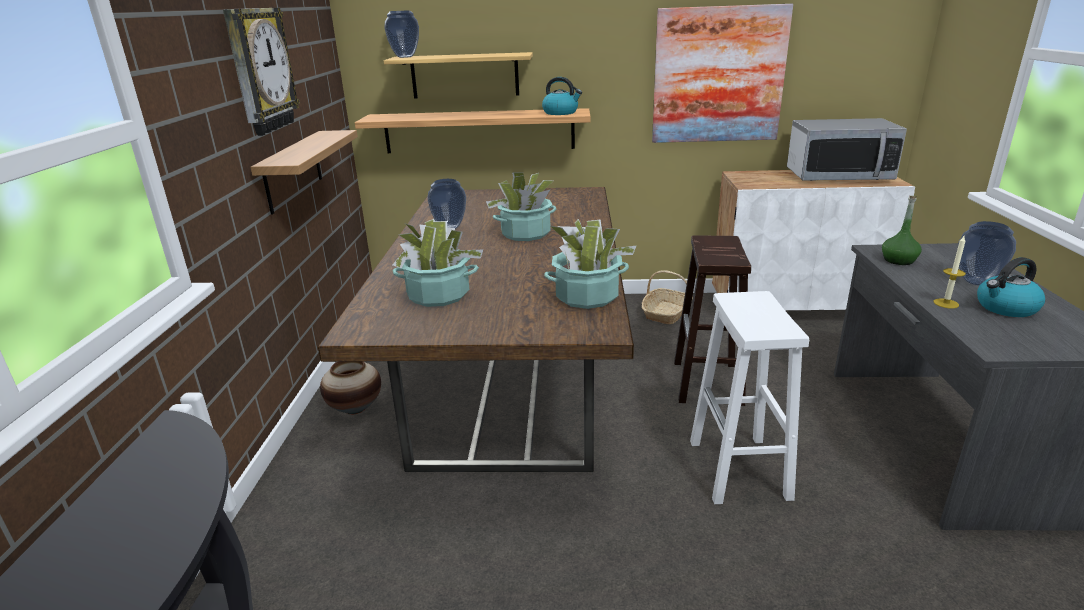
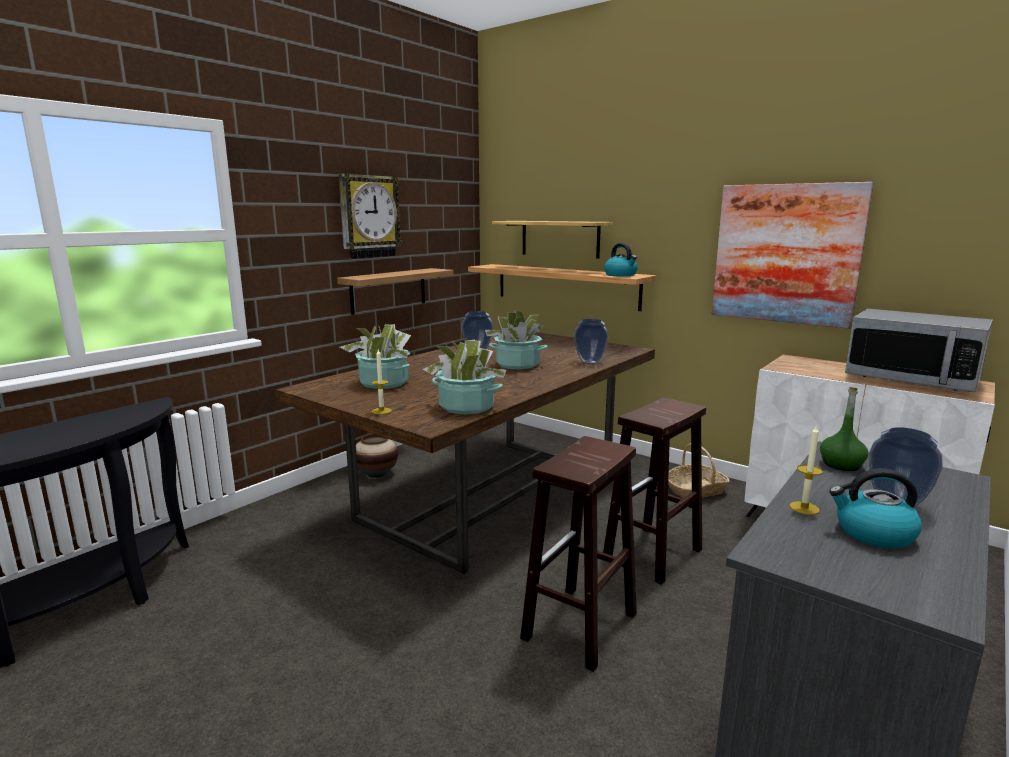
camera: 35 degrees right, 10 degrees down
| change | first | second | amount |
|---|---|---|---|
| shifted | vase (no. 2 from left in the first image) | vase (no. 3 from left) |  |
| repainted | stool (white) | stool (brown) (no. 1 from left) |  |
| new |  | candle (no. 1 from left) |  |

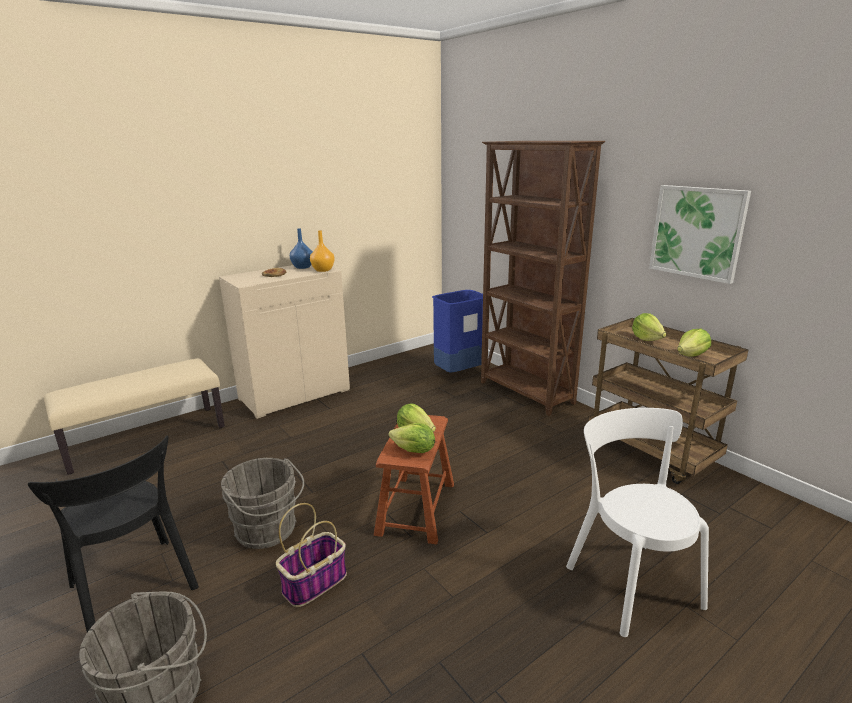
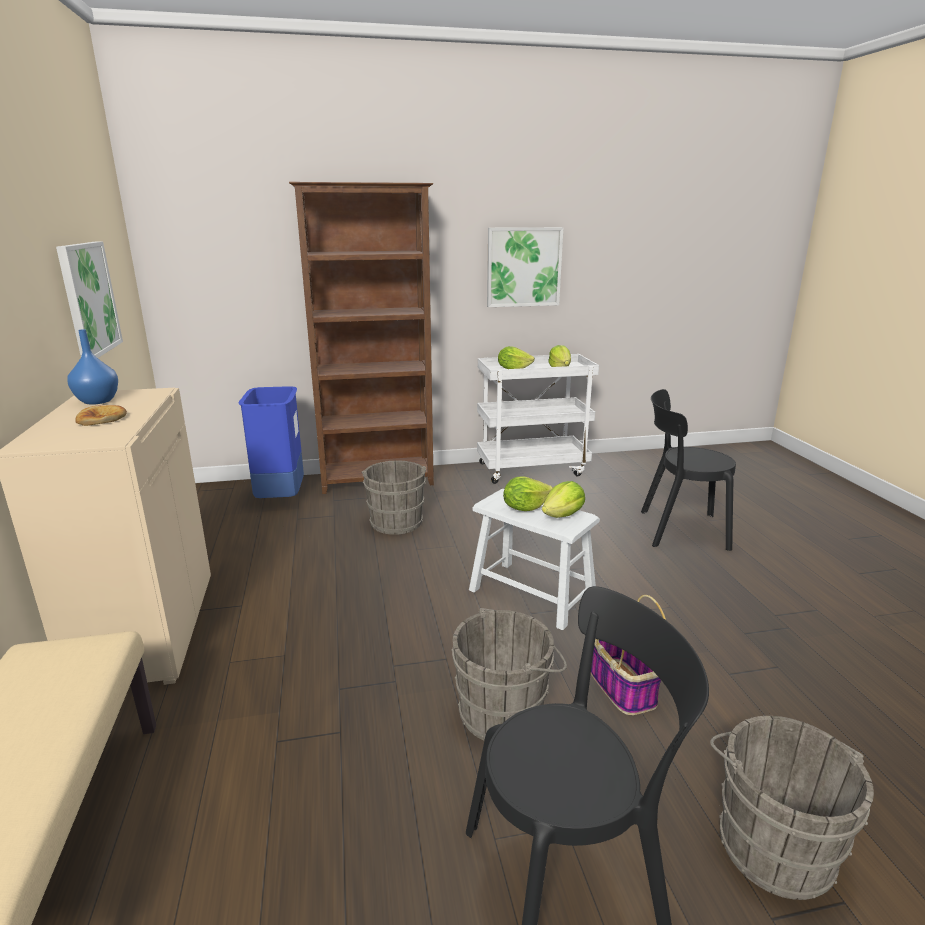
camera: 65 degrees left, 0 degrees up
| change | first | second | amount |
|---|---|---|---|
| gone | vase (orange) |  |  |
| repainted | cart (brown) | cart (white) |  |
| repainted | chair (white) | chair (black) (no. 2 from left) |  |
| repainted | stool (brown) | stool (white) |  |
| new |  | picture (no. 1 from left) |  |
| new |  | bucket (grey) (no. 1 from left) |  |

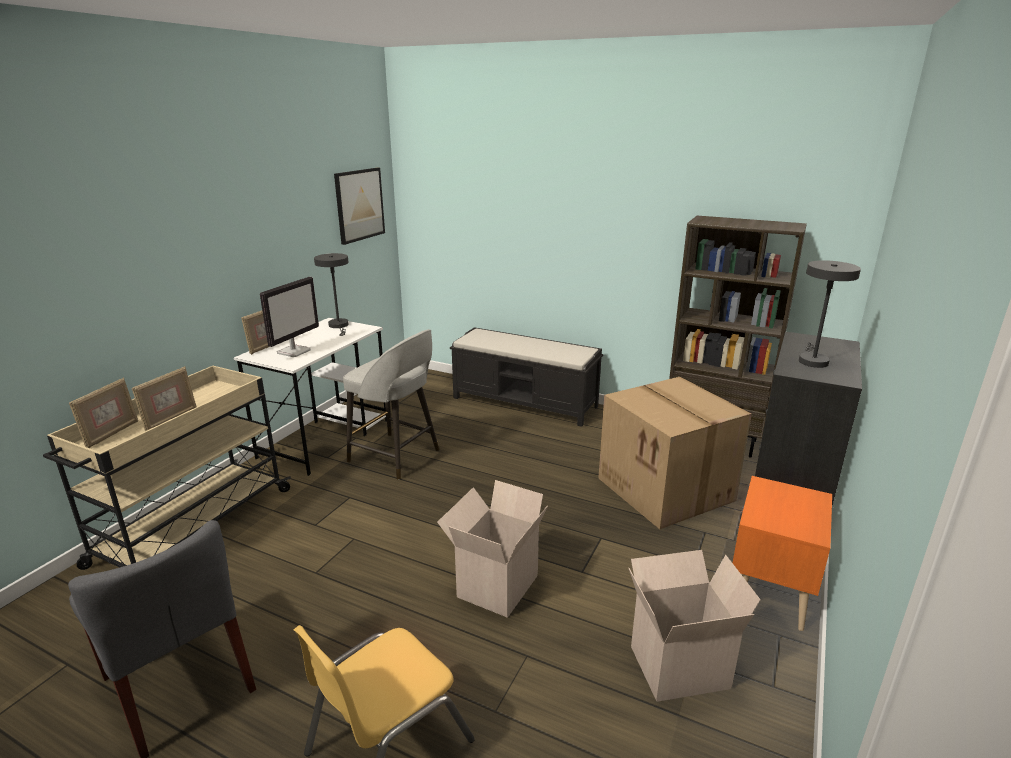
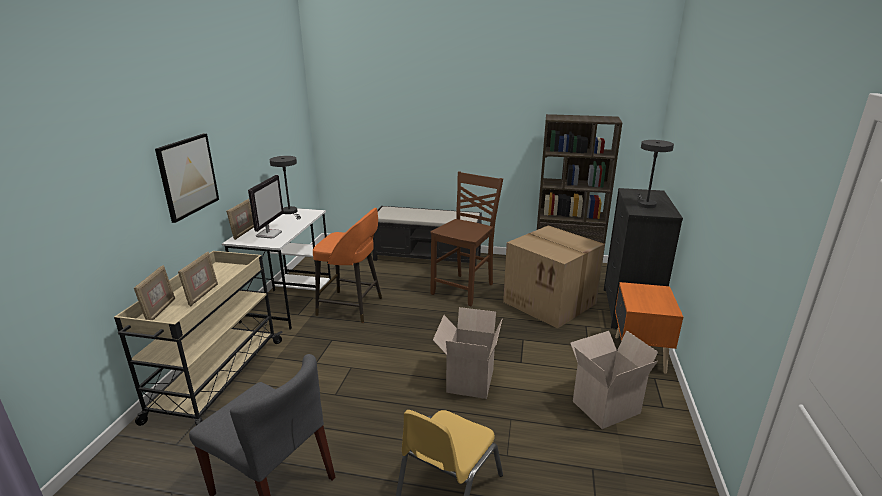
camera: 15 degrees left, 0 degrees up
| change | first | second | amount |
|---|---|---|---|
| shifted | picture |  |  |
| repainted | stool (grey) | stool (orange) |  |
| new |  | chair (brown) |  |

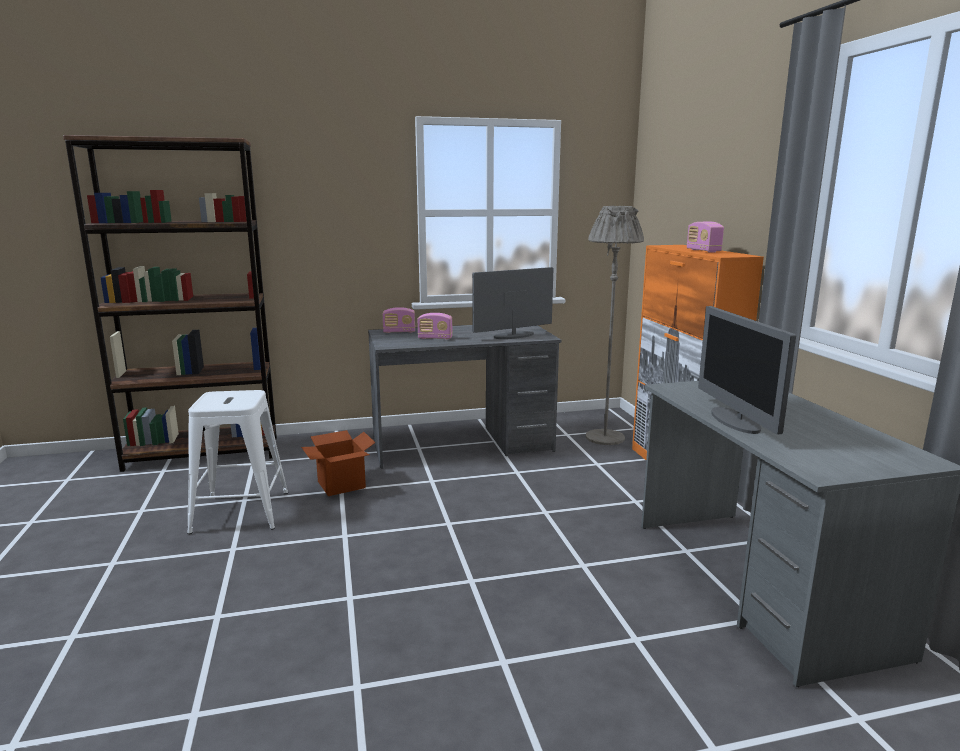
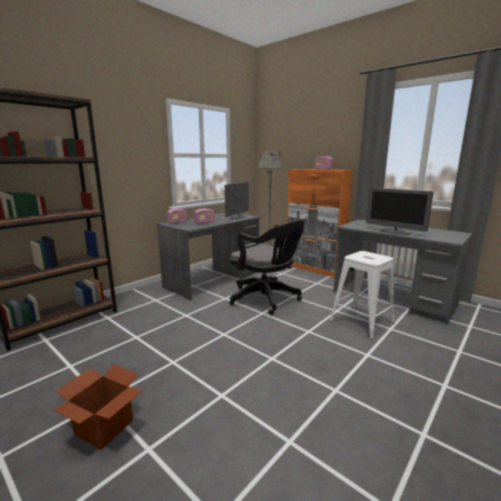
camera: 35 degrees left, 0 degrees up
| change | first | second | amount |
|---|---|---|---|
| shifted | stool (white) |  |  |
| shifted | cardboard box |  |  |
| new |  | office chair (black) |  |

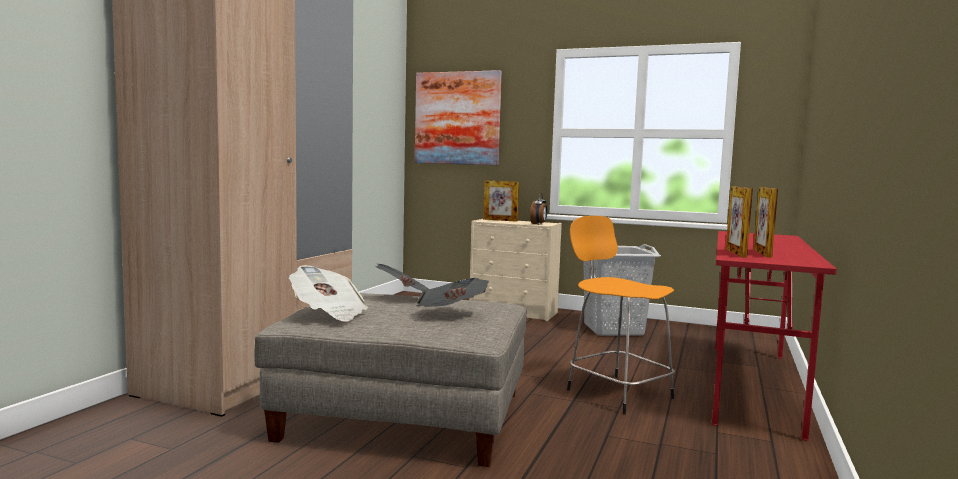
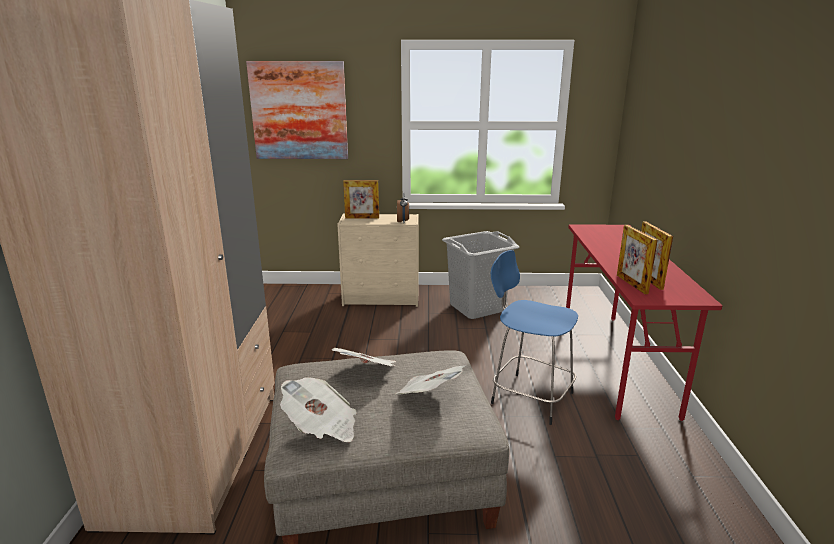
camera: 20 degrees left, 15 degrees up
| change | first | second | amount |
|---|---|---|---|
| repainted | stool (orange) | stool (blue) |  |

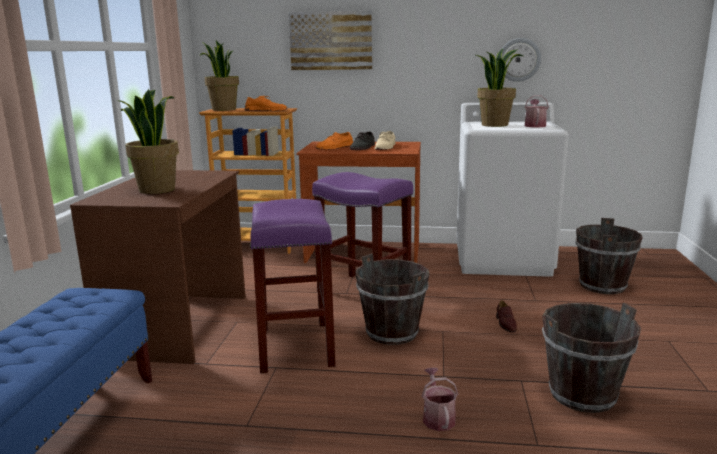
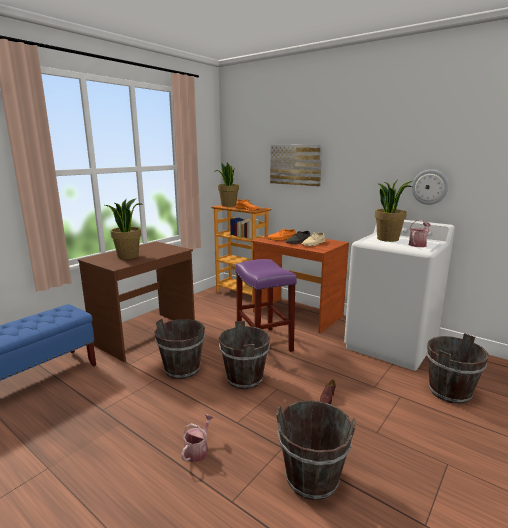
camera: 30 degrees right, 0 degrees up
| change | first | second | amount |
|---|---|---|---|
| swapped | stool (purple) (no. 1 from left) | bucket (brown) (no. 1 from left) |  |

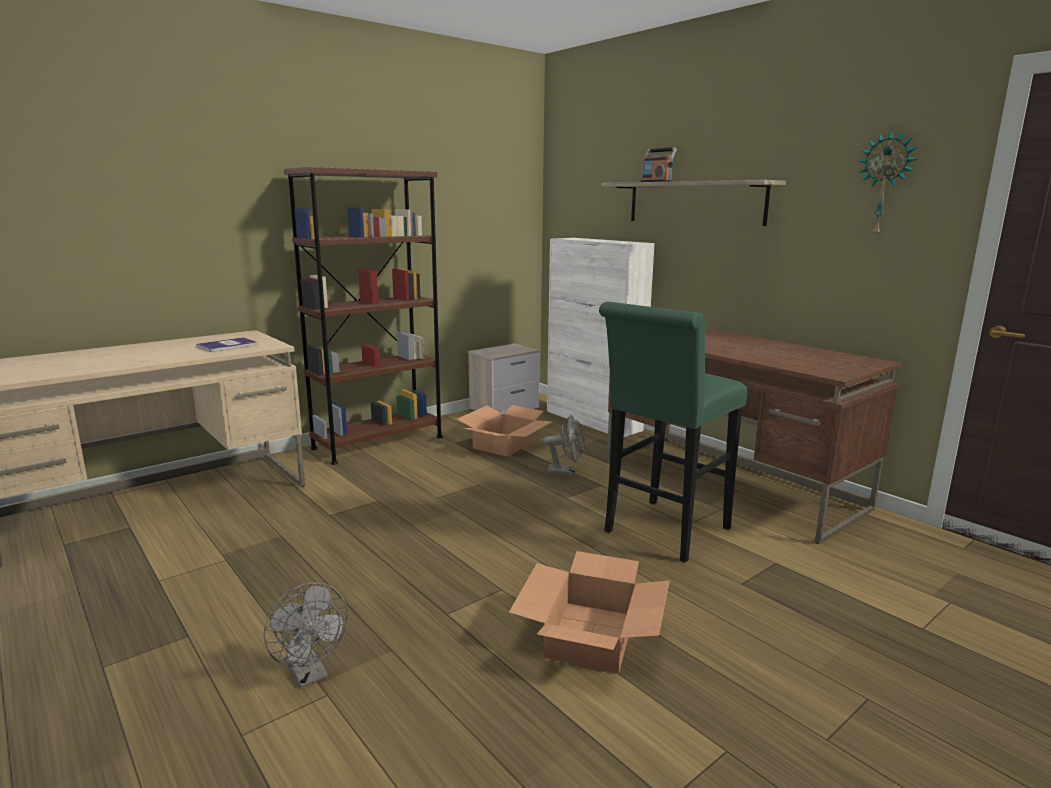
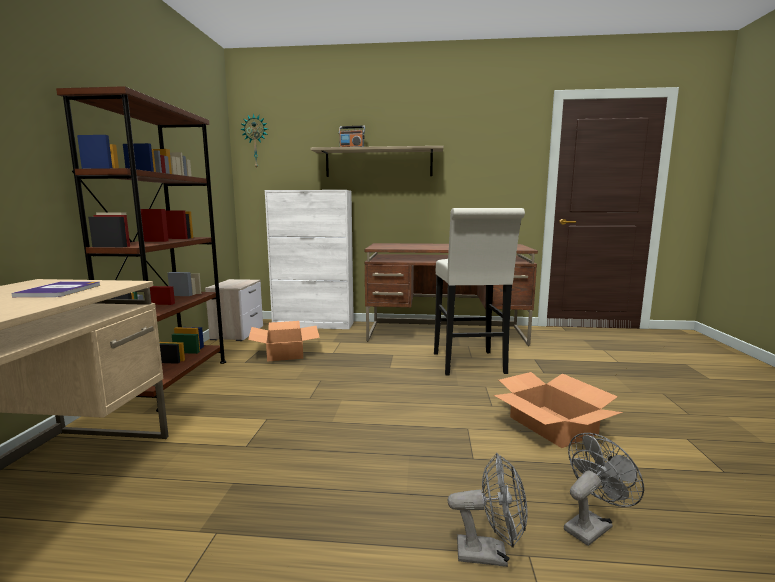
camera: 45 degrees left, 5 degrees down
| change | first | second | amount |
|---|---|---|---|
| shifted | wall clock |  |  |
| repainted | stool (green) | stool (white) |  |
| shifted | fan (grey) (no. 2 from left) |  |  |

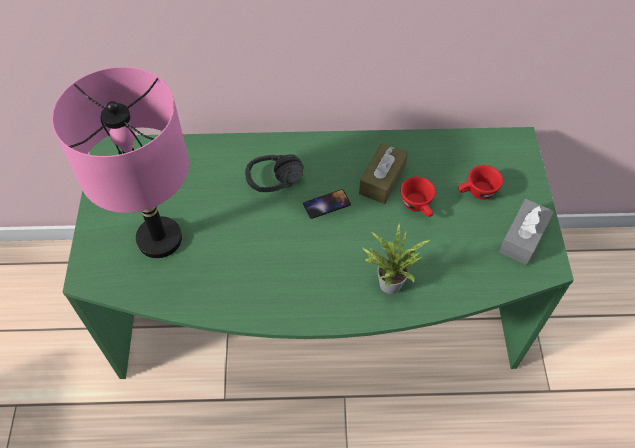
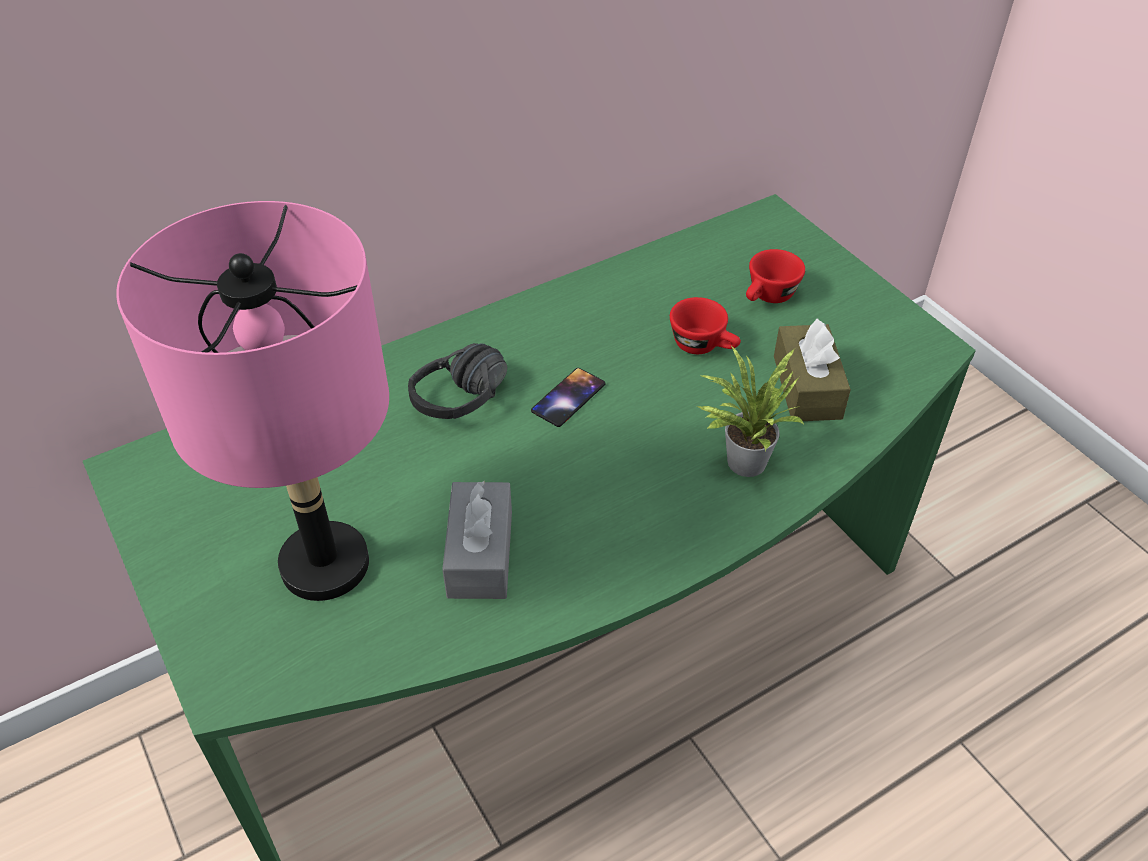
camera: 30 degrees left, 10 degrees down
| change | first | second | amount |
|---|---|---|---|
| shifted | tissue box (brown) |  |  |
| shifted | tissue box (grey) |  |  |

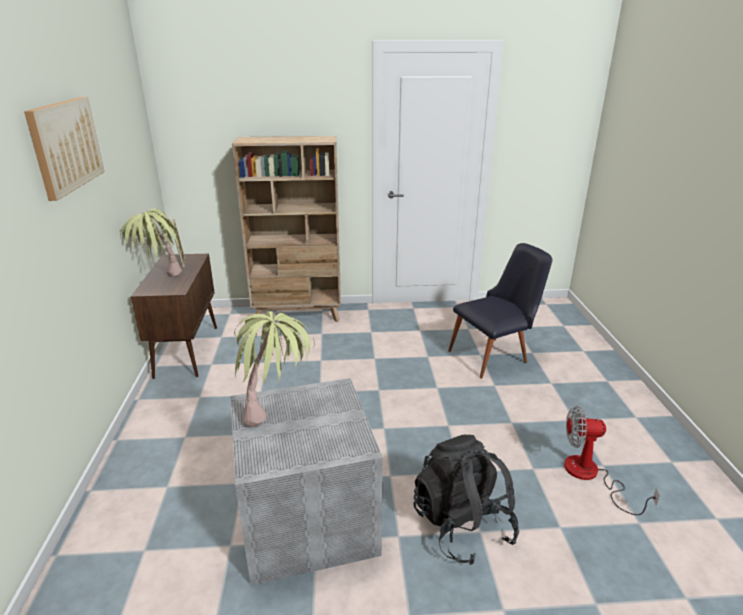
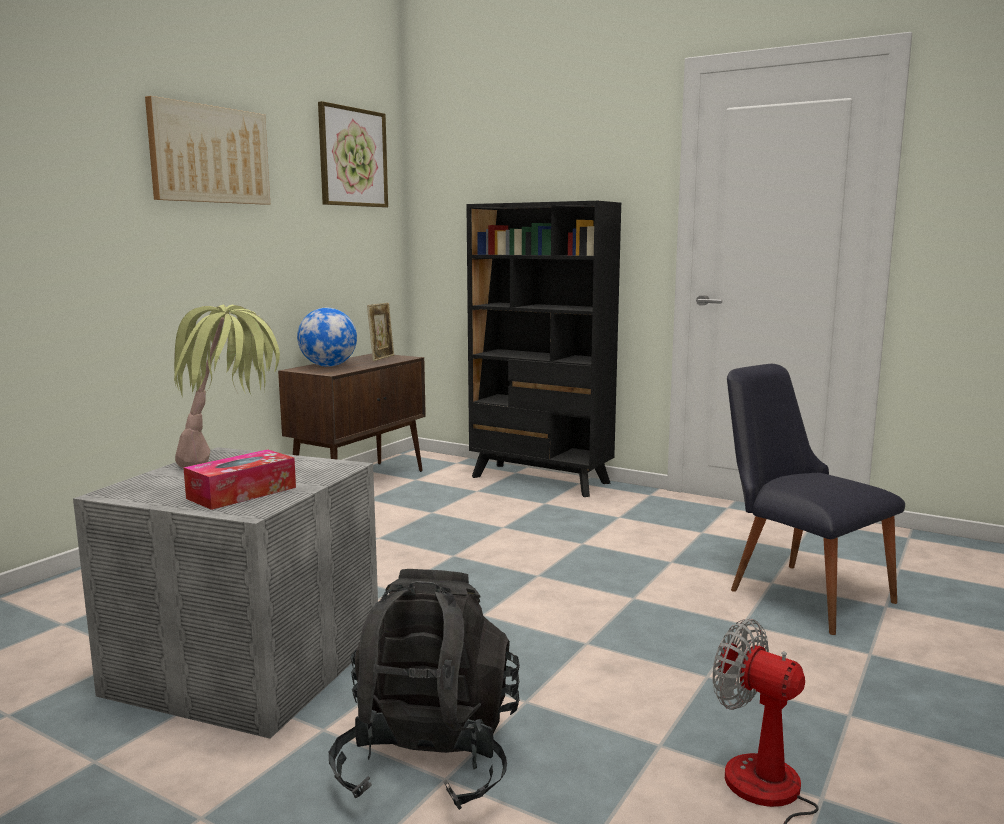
camera: 35 degrees right, 15 degrees down
| change | first | second | amount |
|---|---|---|---|
| repainted | bookcase (beige) | bookcase (black) |  |
| swapped | potted plant (no. 1 from left) | globe |  |
| rotated | chair (black) |  | 135 degrees counterclockwise |
| new |  | picture (no. 2 from left) |  |
| new |  | tissue box |  |

